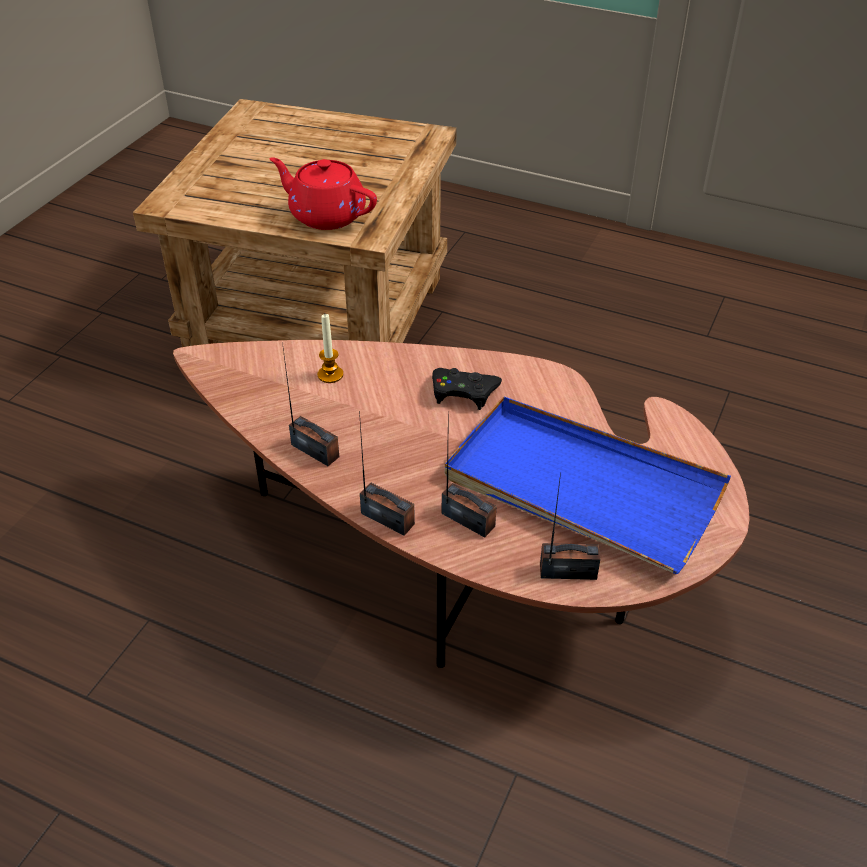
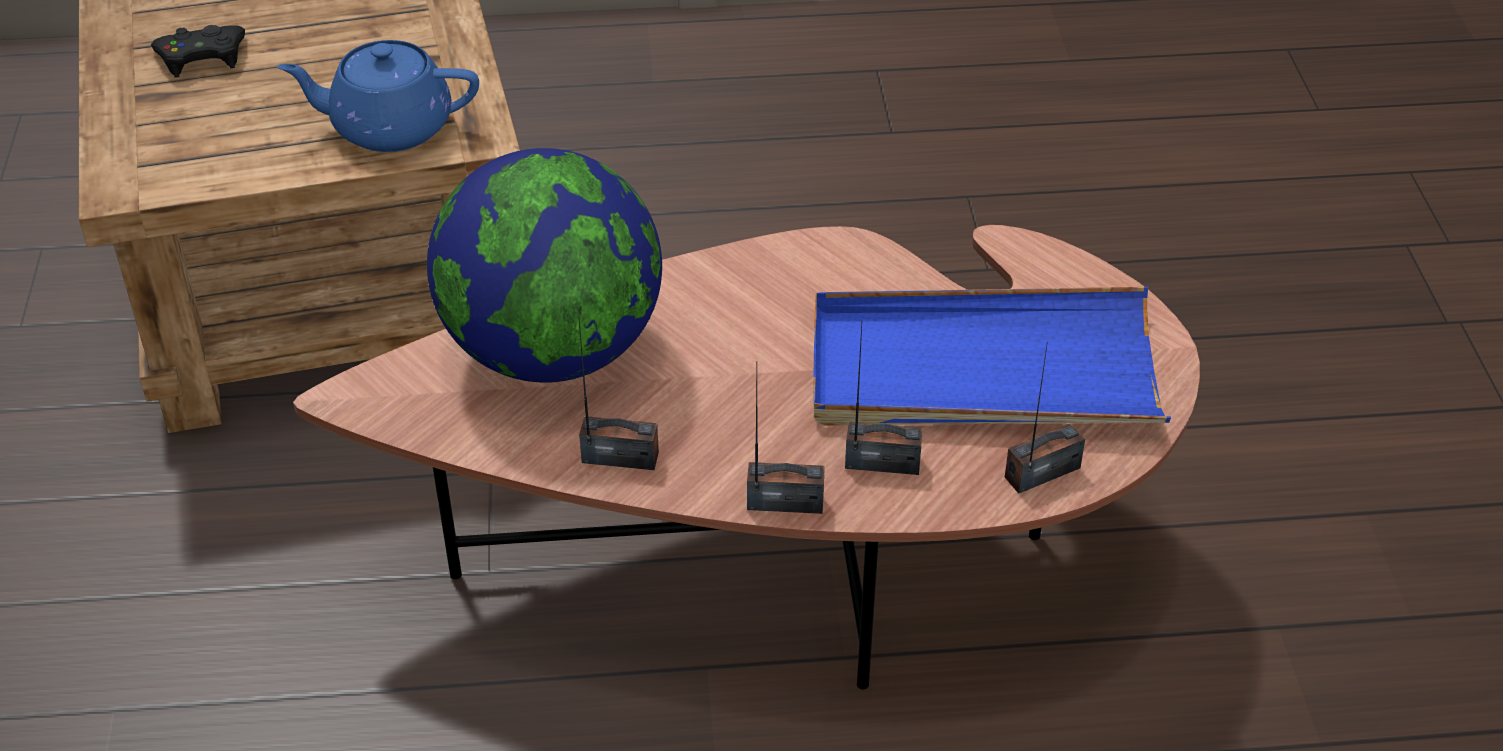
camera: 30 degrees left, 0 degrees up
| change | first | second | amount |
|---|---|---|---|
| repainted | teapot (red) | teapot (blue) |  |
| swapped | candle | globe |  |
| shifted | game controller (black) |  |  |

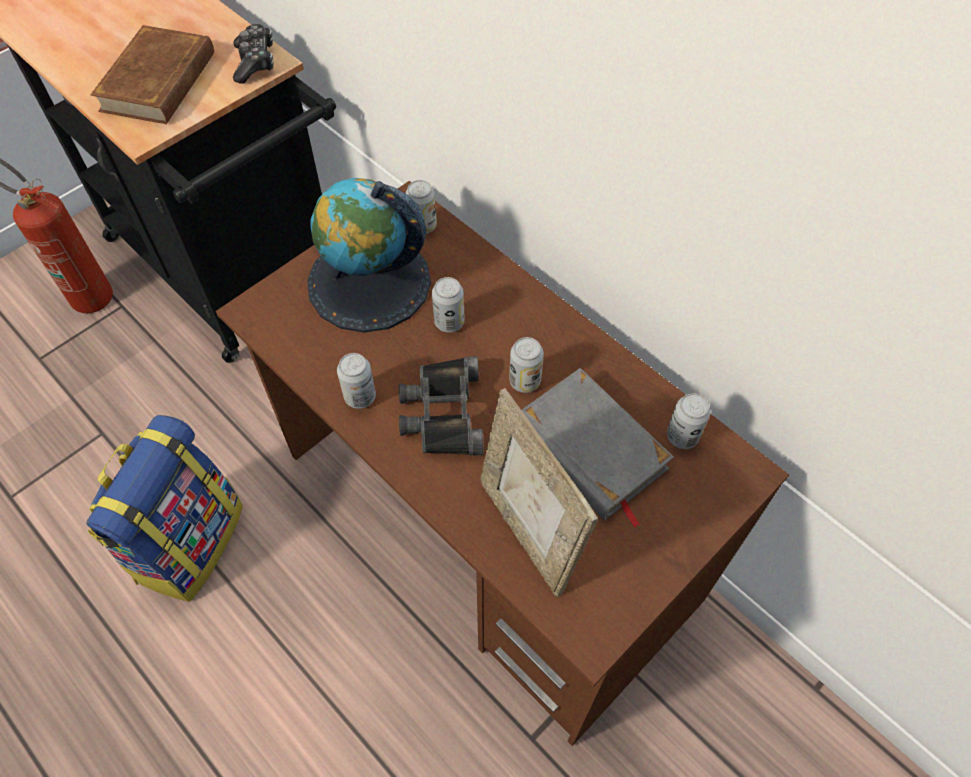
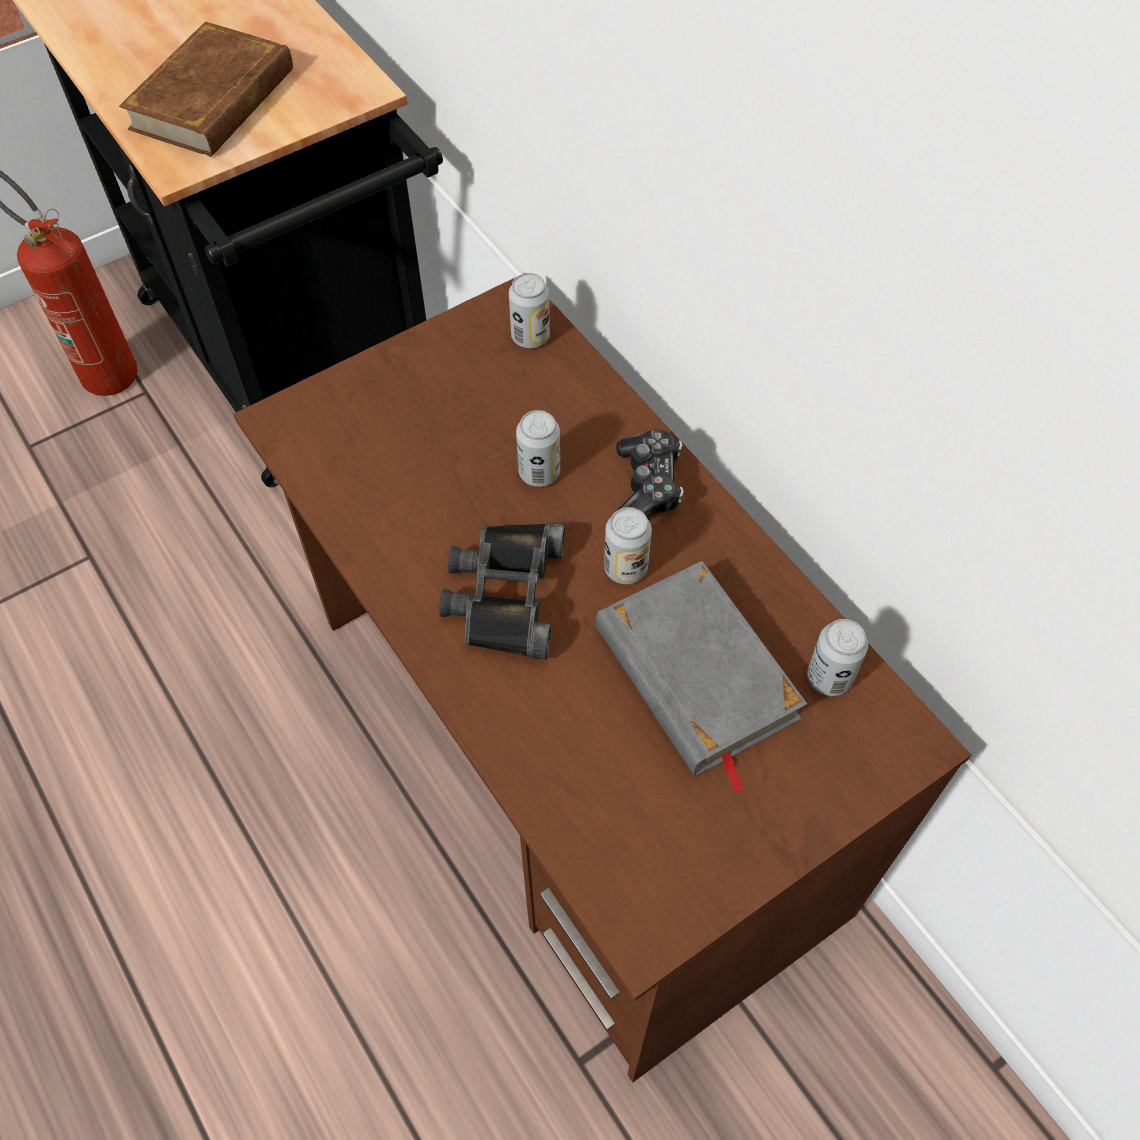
camera: 10 degrees right, 0 degrees up
| change | first | second | amount |
|---|---|---|---|
| shifted | game controller |  |  |
| gone | globe |  |  |
| gone | can (no. 1 from left) |  |  |
| gone | picture frame |  |  |
| gone | backpack |  |  |

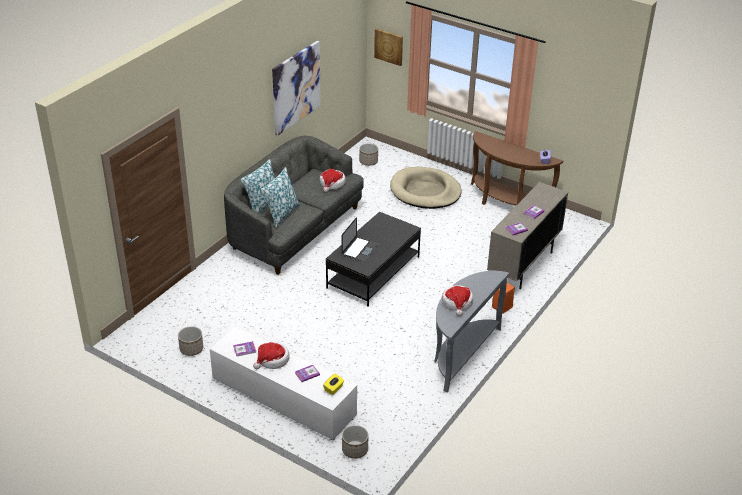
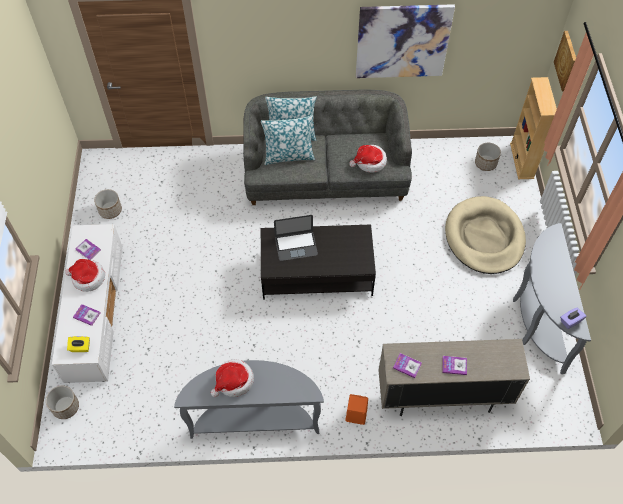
camera: 55 degrees right, 20 degrees up
| change | first | second | amount |
|---|---|---|---|
| repainted | console table (brown) | console table (grey) (no. 2 from left) |  |
| new |  | bookcase (beige) |  |

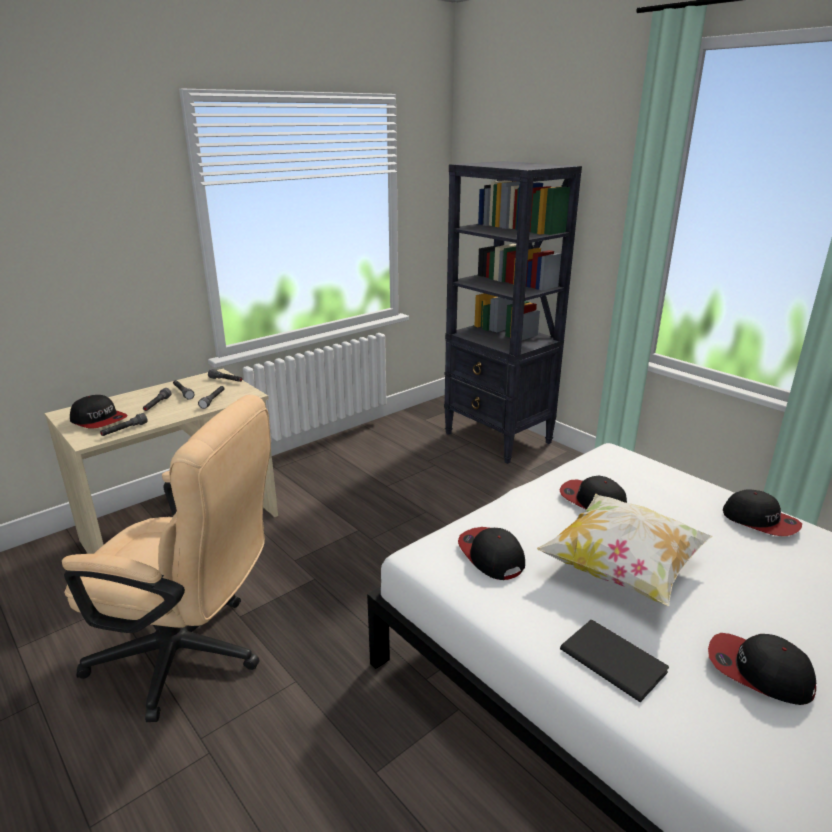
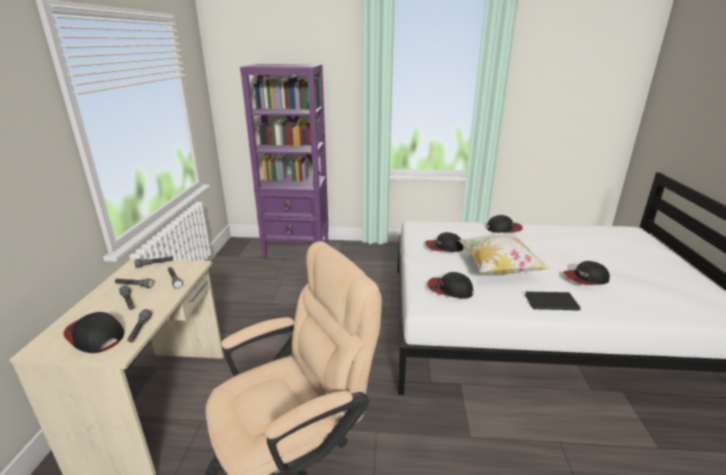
camera: 45 degrees left, 0 degrees up
| change | first | second | amount |
|---|---|---|---|
| repainted | bookcase (black) | bookcase (purple) |  |
| rotated | cap (no. 1 from left) |  | 135 degrees counterclockwise |

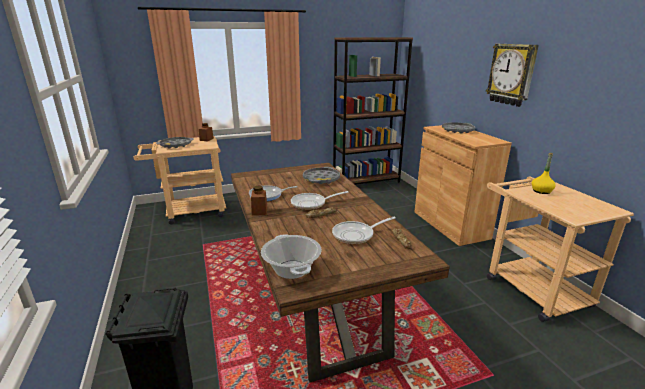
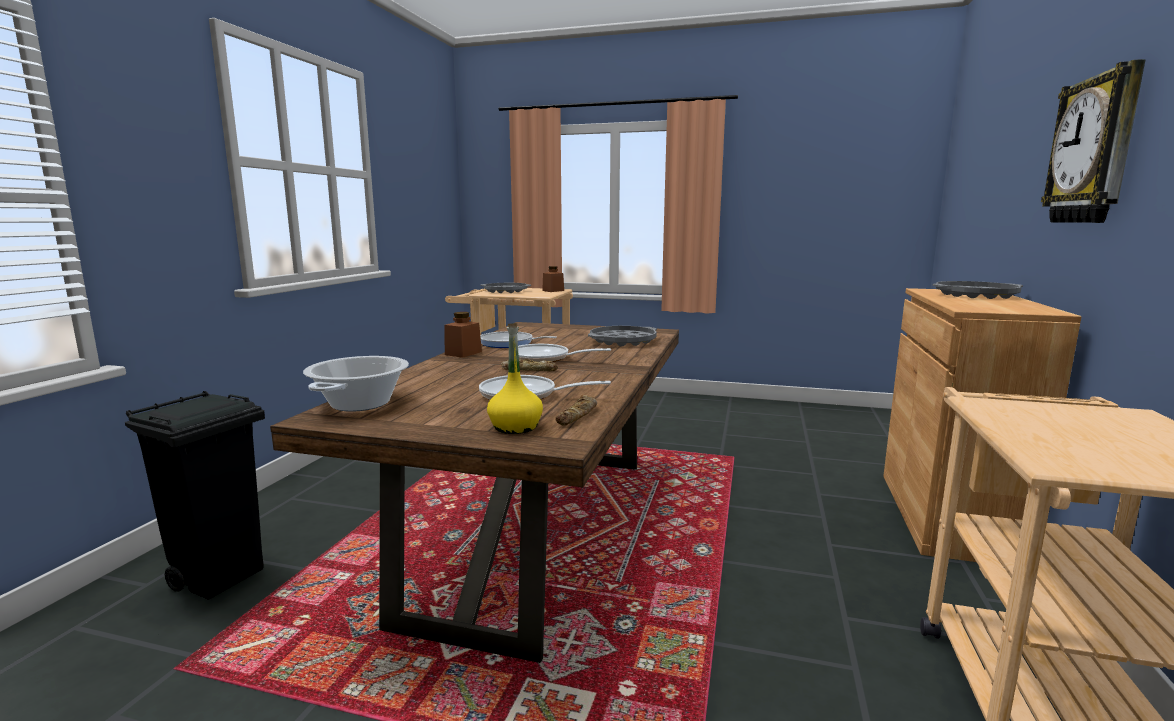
camera: 35 degrees right, 10 degrees down
| change | first | second | amount |
|---|---|---|---|
| gone | bookcase (brown) |  |  |
| shifted | bottle (yellow) |  |  |

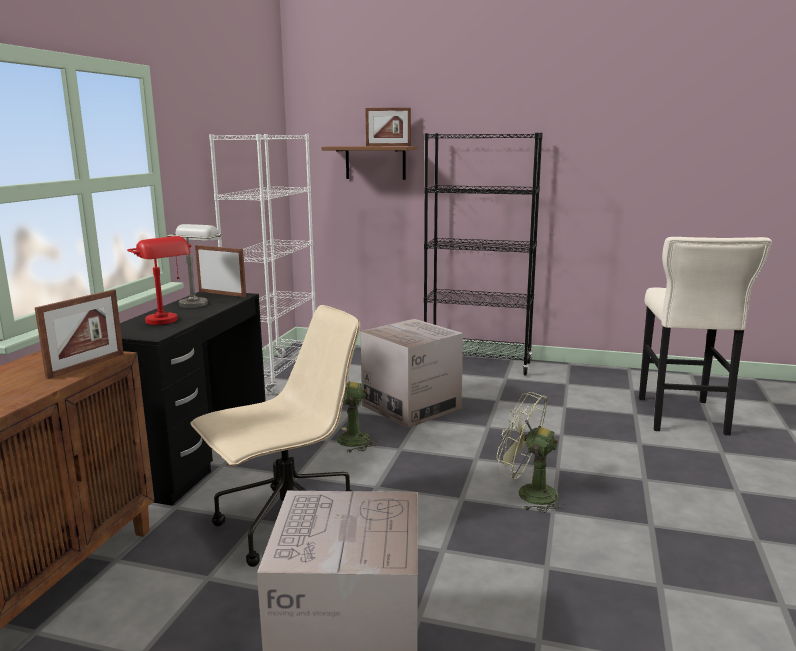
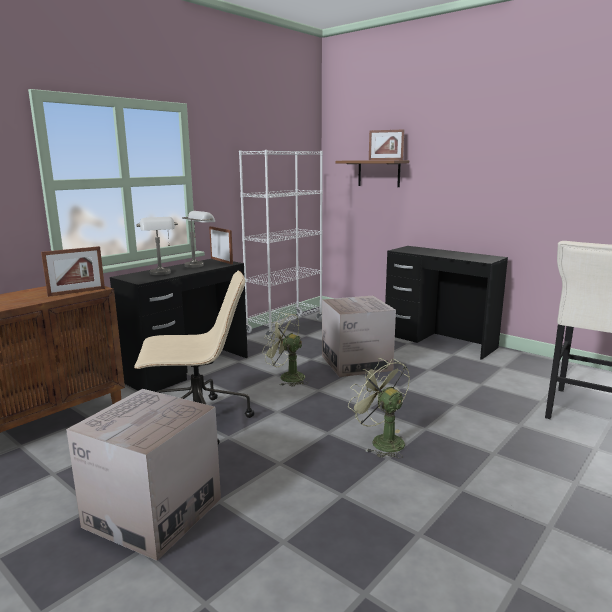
camera: 25 degrees right, 0 degrees up
| change | first | second | amount |
|---|---|---|---|
| swapped | bookcase (black) | desk (black) (no. 2 from left) |  |
| repainted | table lamp (red) | table lamp (grey) (no. 1 from left) |  |

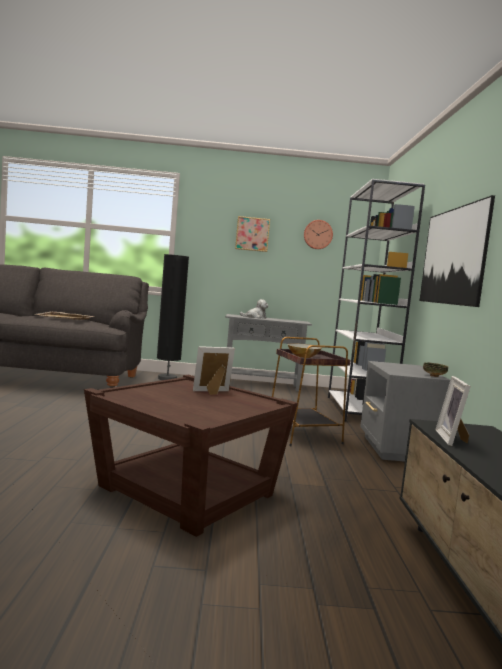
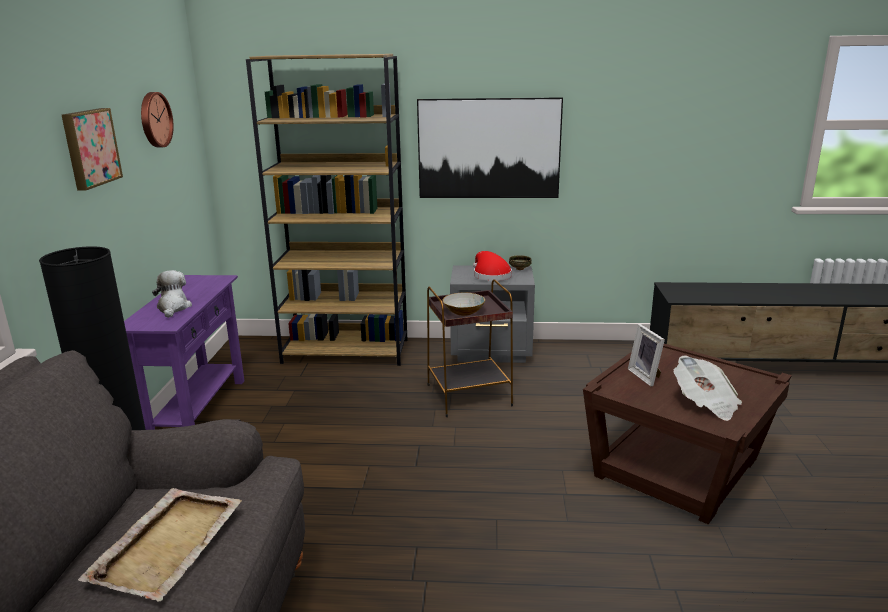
camera: 85 degrees left, 15 degrees up
| change | first | second | amount |
|---|---|---|---|
| repainted | bookcase (white) | bookcase (brown) |  |
| repainted | console table (grey) | console table (purple) |  |
| gone | picture frame (no. 2 from left) |  |  |
| new |  | hat (red) |  |
| new |  | newspaper |  |

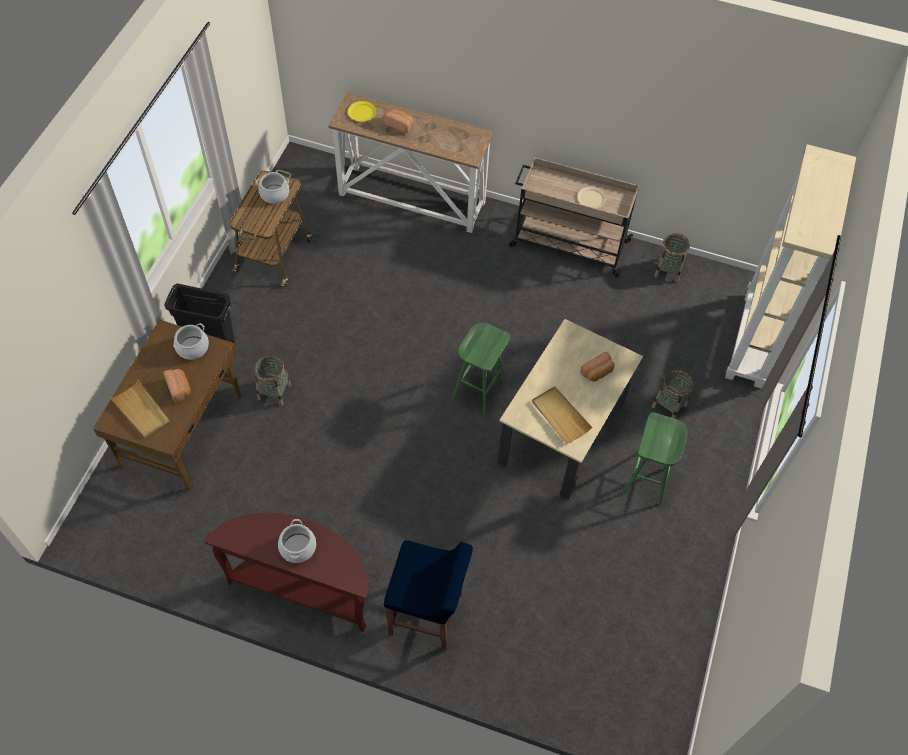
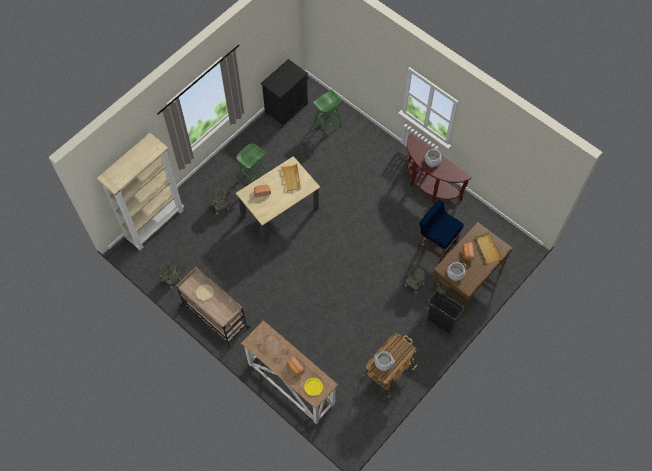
camera: 155 degrees left, 5 degrees up
| change | first | second | amount |
|---|---|---|---|
| shifted | stool (green) (no. 1 from left in the first image) | stool (green) (no. 2 from left) |  |
| shifted | stool (blue) |  |  |
| new |  | cabinet (black) |  |

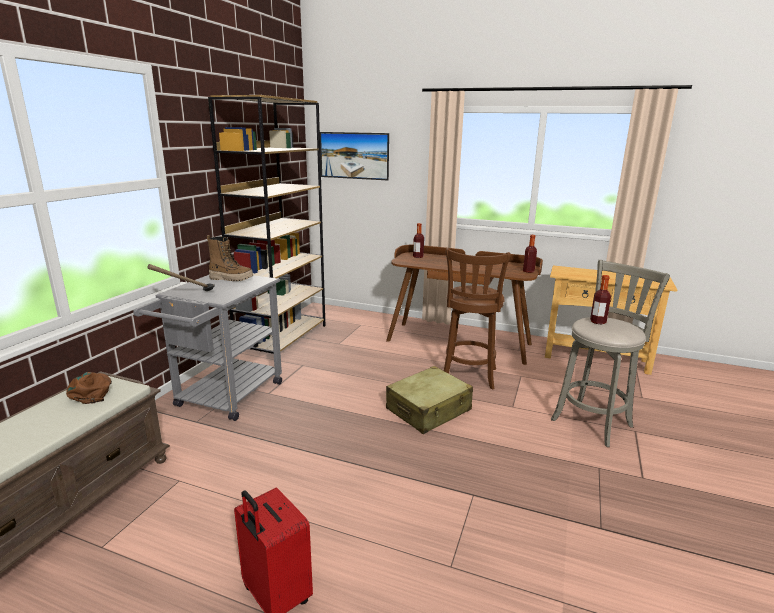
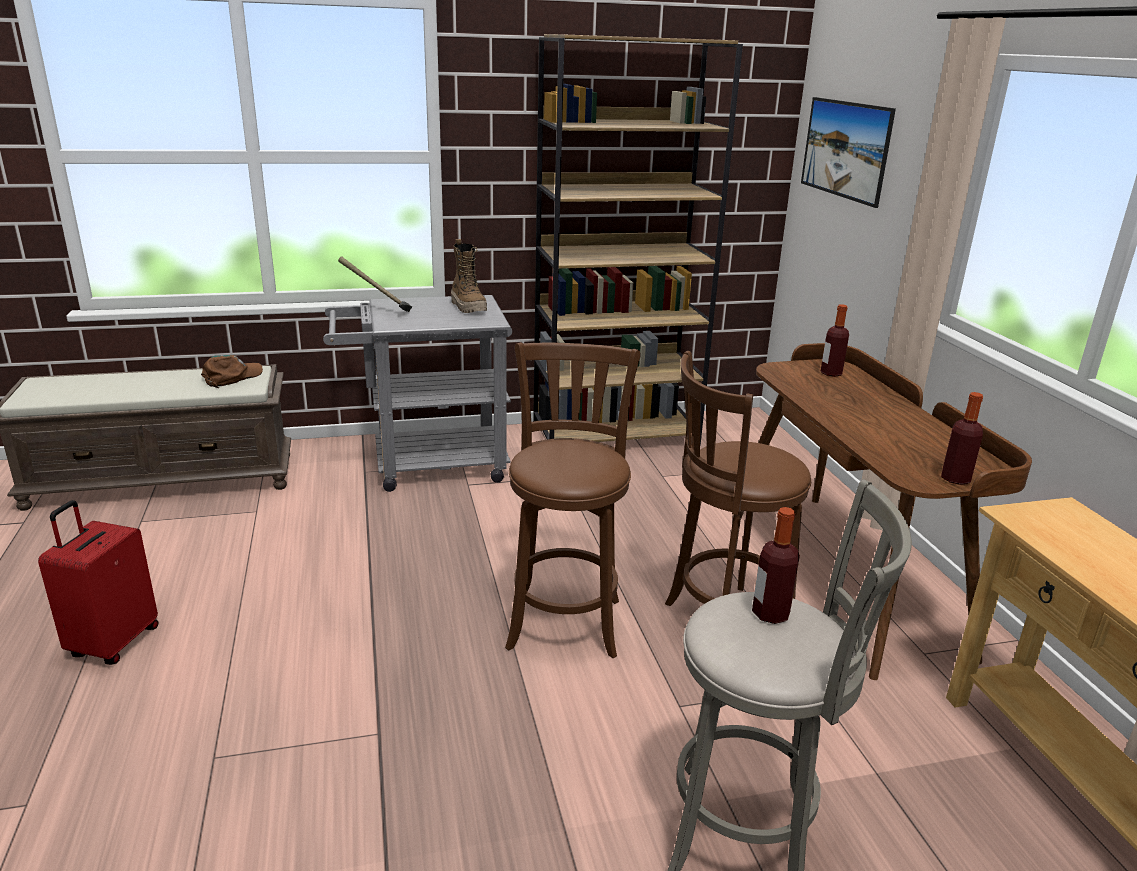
camera: 55 degrees right, 5 degrees up
| change | first | second | amount |
|---|---|---|---|
| swapped | suitcase (beige) | stool (brown) (no. 1 from left) |  |

